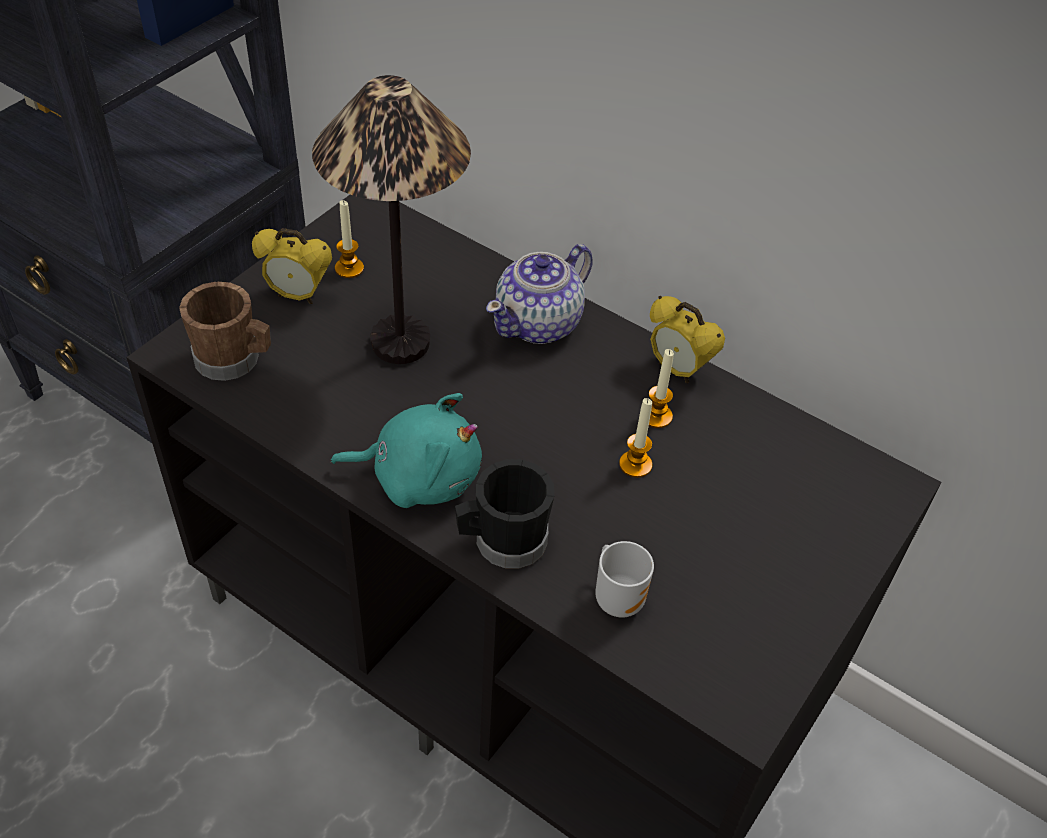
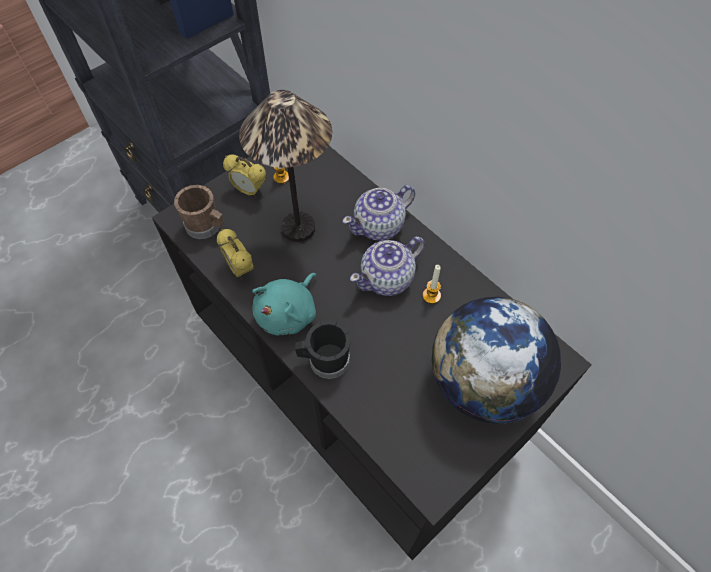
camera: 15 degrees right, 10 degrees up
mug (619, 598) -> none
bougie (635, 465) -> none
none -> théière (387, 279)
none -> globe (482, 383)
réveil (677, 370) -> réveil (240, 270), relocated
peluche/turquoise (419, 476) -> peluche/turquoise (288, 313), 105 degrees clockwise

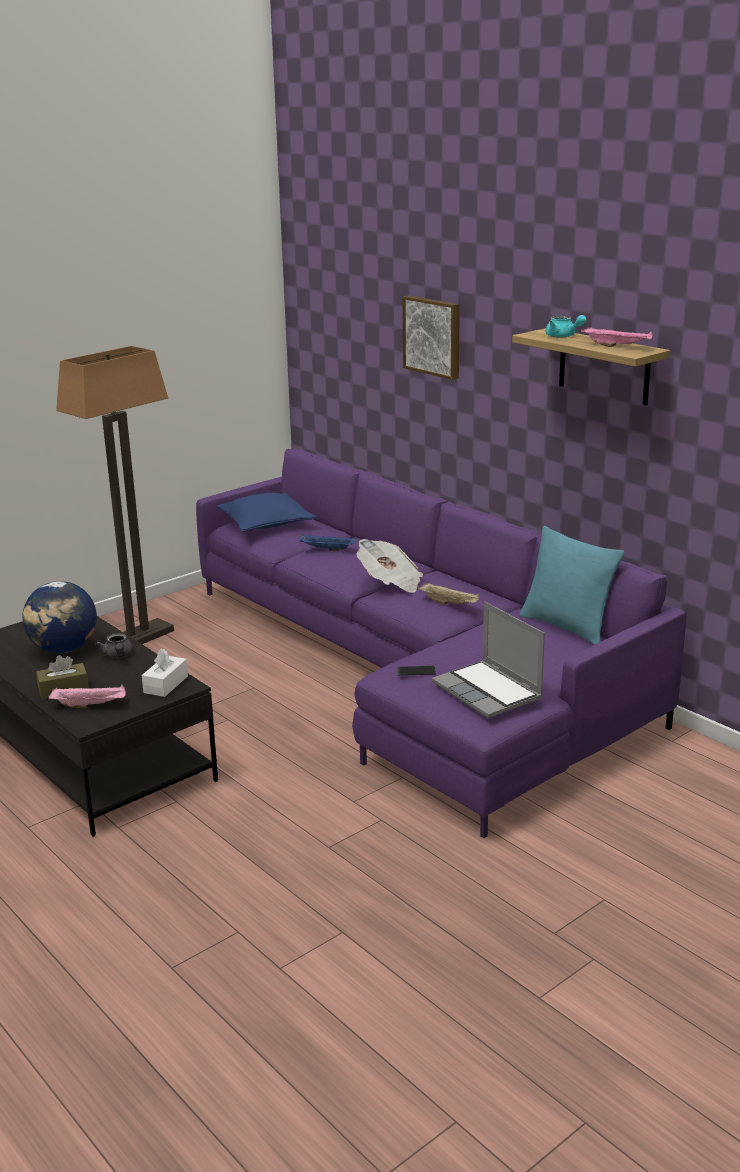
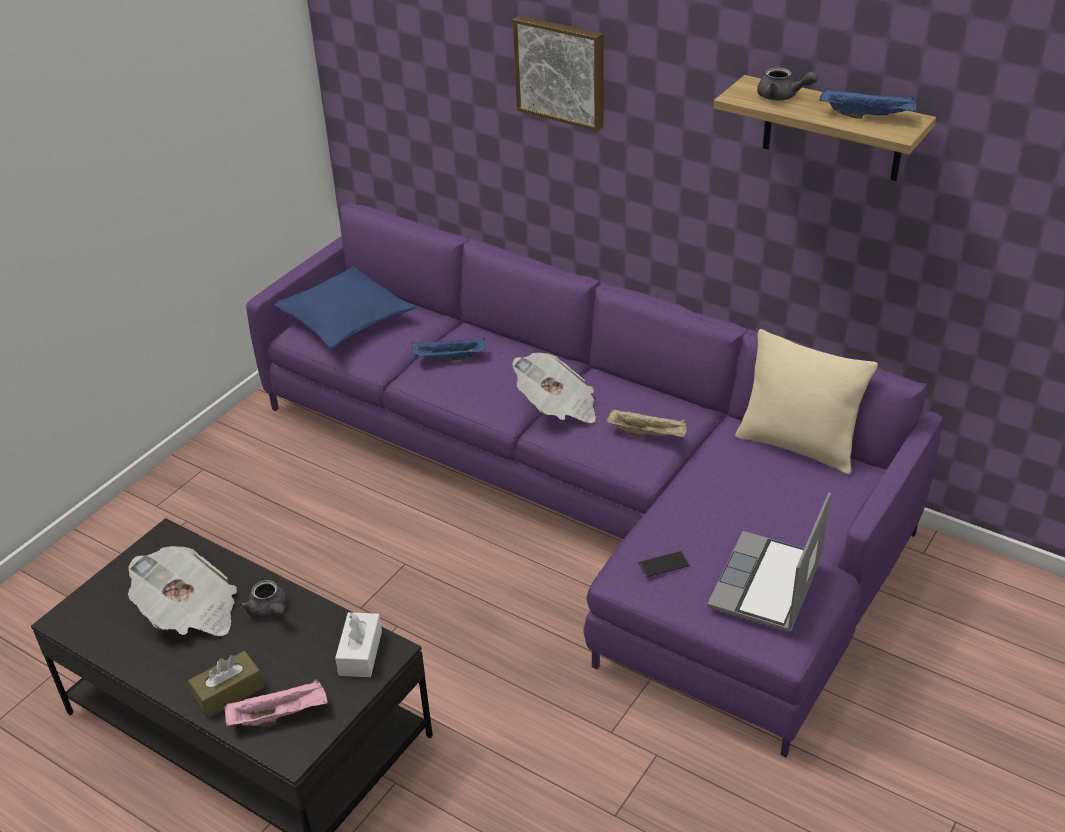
camera: 15 degrees left, 15 degrees up
lampadaire (138, 638) -> none
globe (64, 649) -> journal (190, 612)
coussin/turquoise (566, 626) -> coussin/beige (797, 446)
théière/turquoise (563, 336) -> théière/gris (782, 97)
plateau/rose (617, 346) -> plateau/bleu (867, 116)
ordinateur portable (488, 691) -> ordinateur portable (767, 585), 75 degrees clockwise

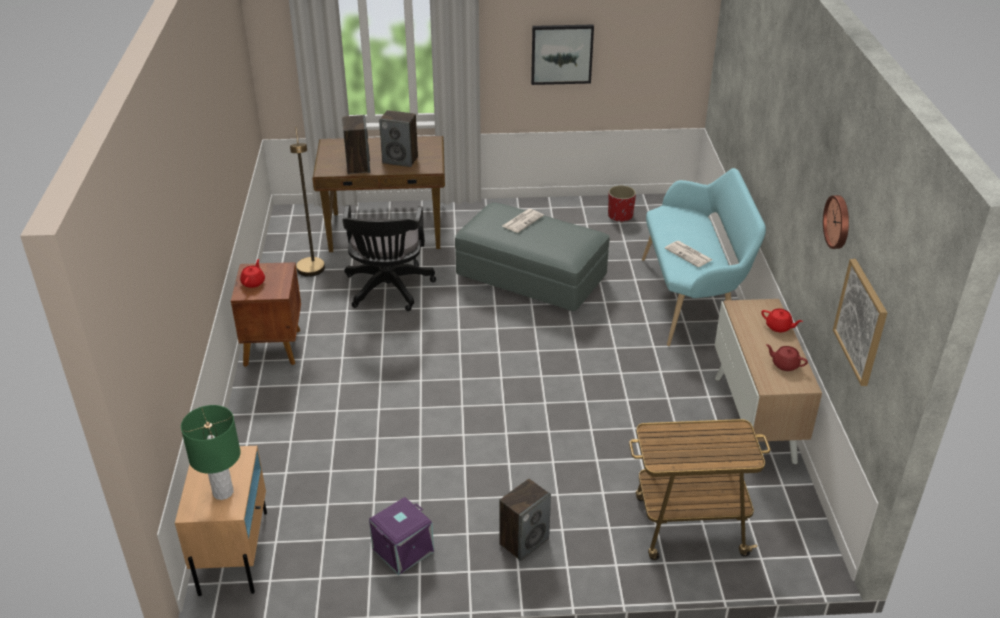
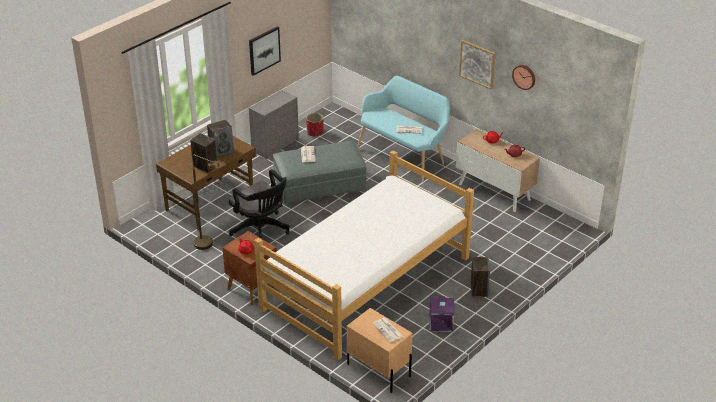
camera: 45 degrees left, 0 degrees up
chariot (687, 526) -> none
none -> commode/gris (275, 145)
none -> lit (366, 283)
tableau (861, 321) -> tableau (477, 64), relocated
lampe de table/vert (223, 492) -> journal (388, 330)

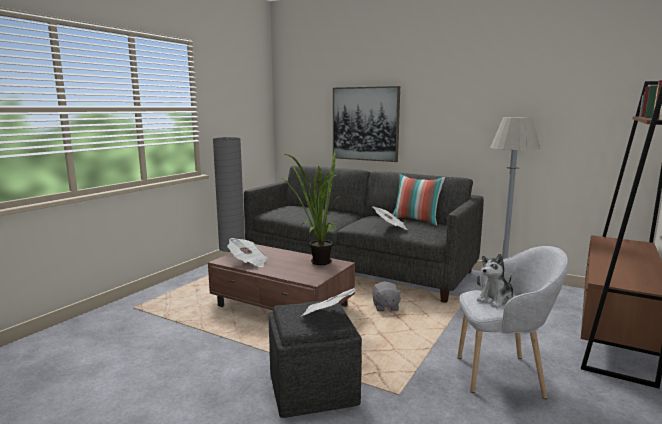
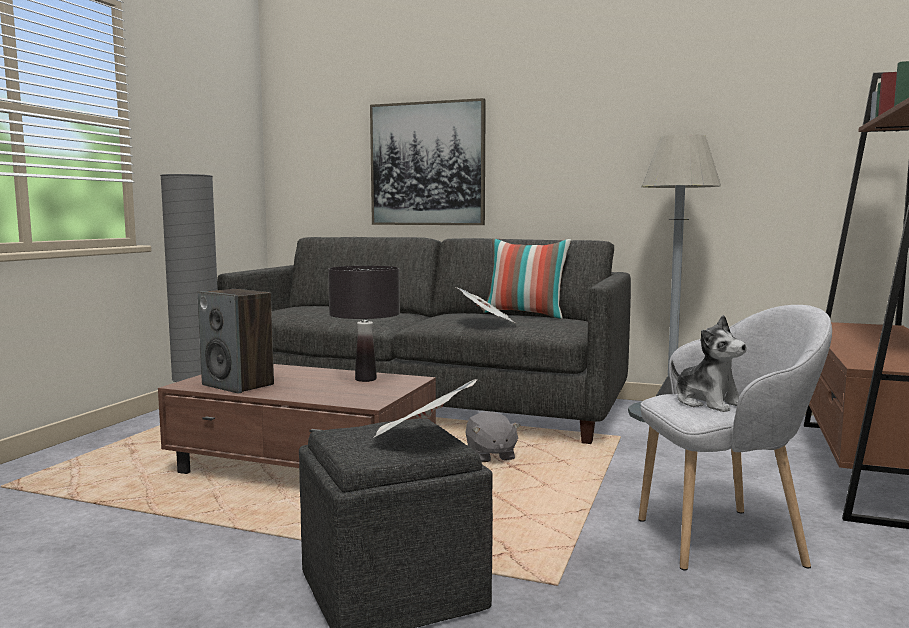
camera: 10 degrees left, 5 degrees down
journal (248, 262) -> enceinte (239, 385)
plante en pot (316, 262) -> lampe de table/noir (365, 379)
peluche (496, 300) -> peluche (708, 402), 75 degrees counterclockwise

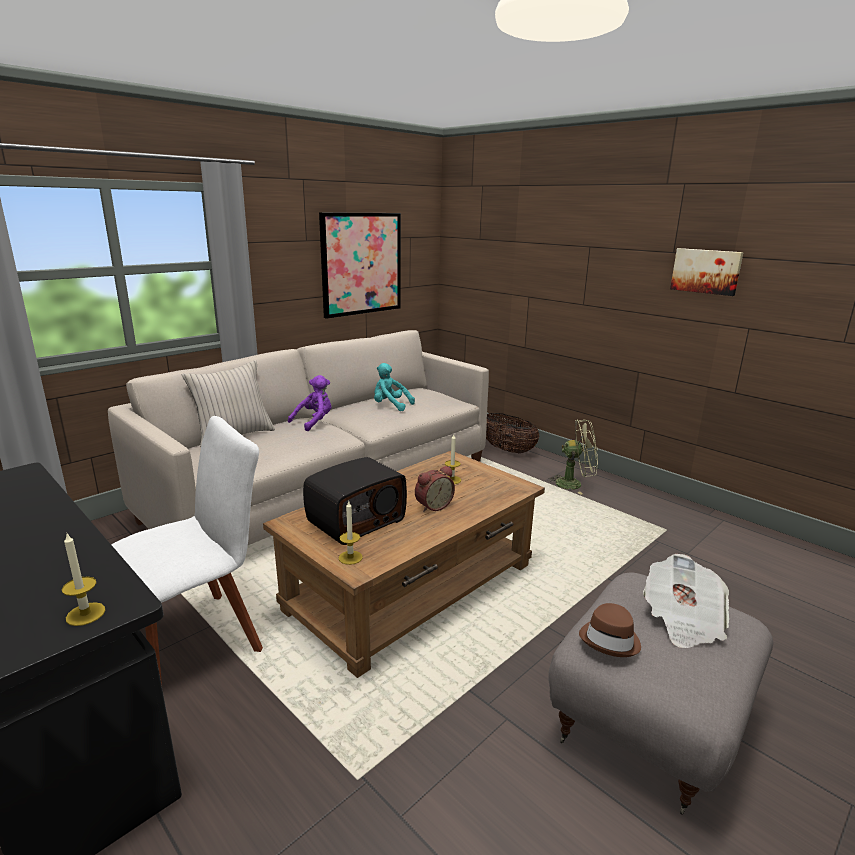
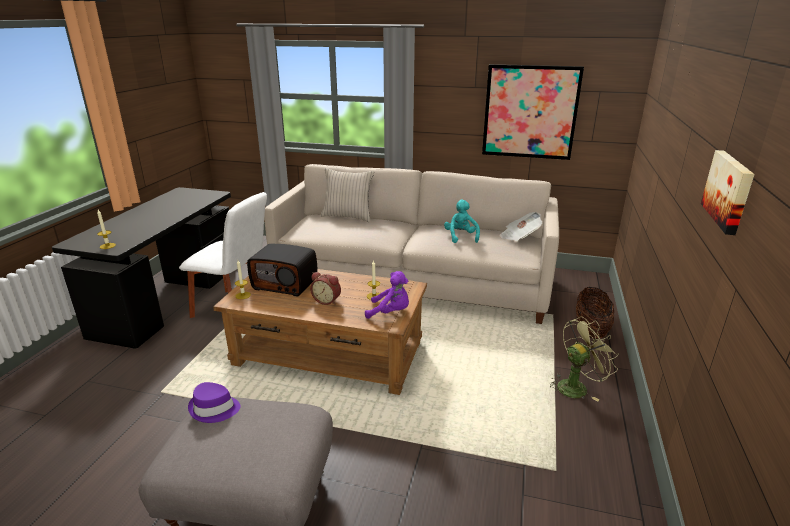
camera: 60 degrees right, 5 degrees up
peluche/violet (314, 422) -> peluche/violet (390, 312), relocated
journal (682, 620) -> journal (519, 236), relocated
chapeau/marron (610, 639) -> chapeau/violet (214, 409)
ventilateur/vert (574, 484) -> ventilateur/vert (576, 386), 90 degrees counterclockwise

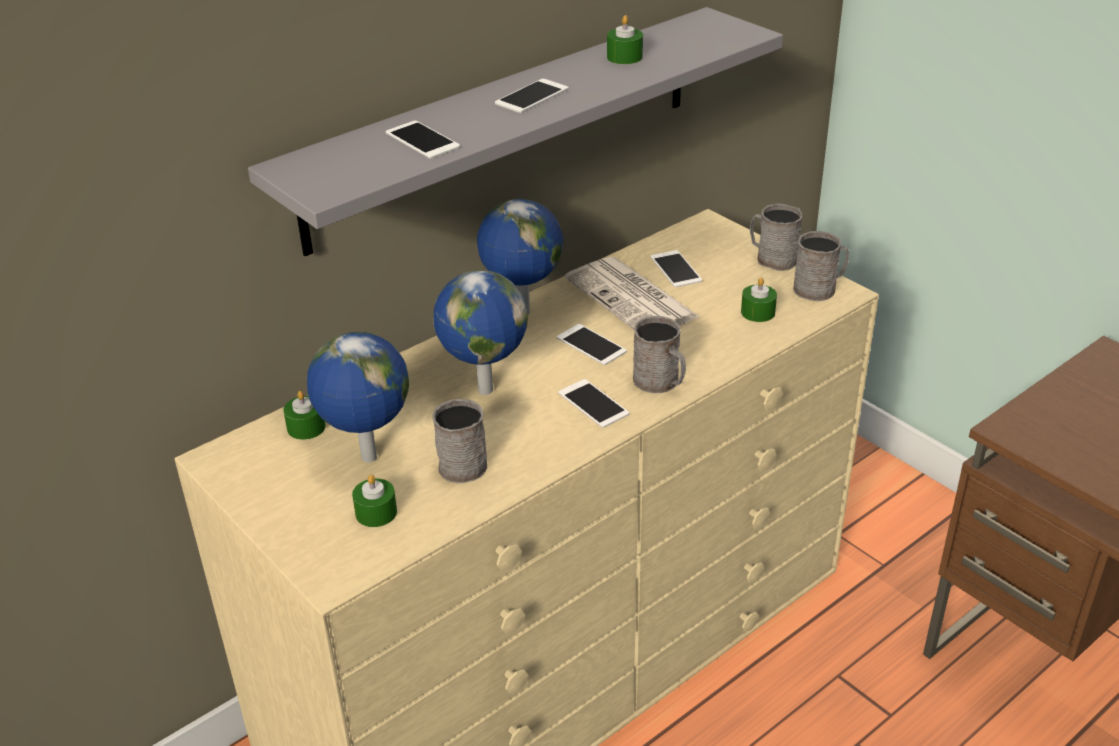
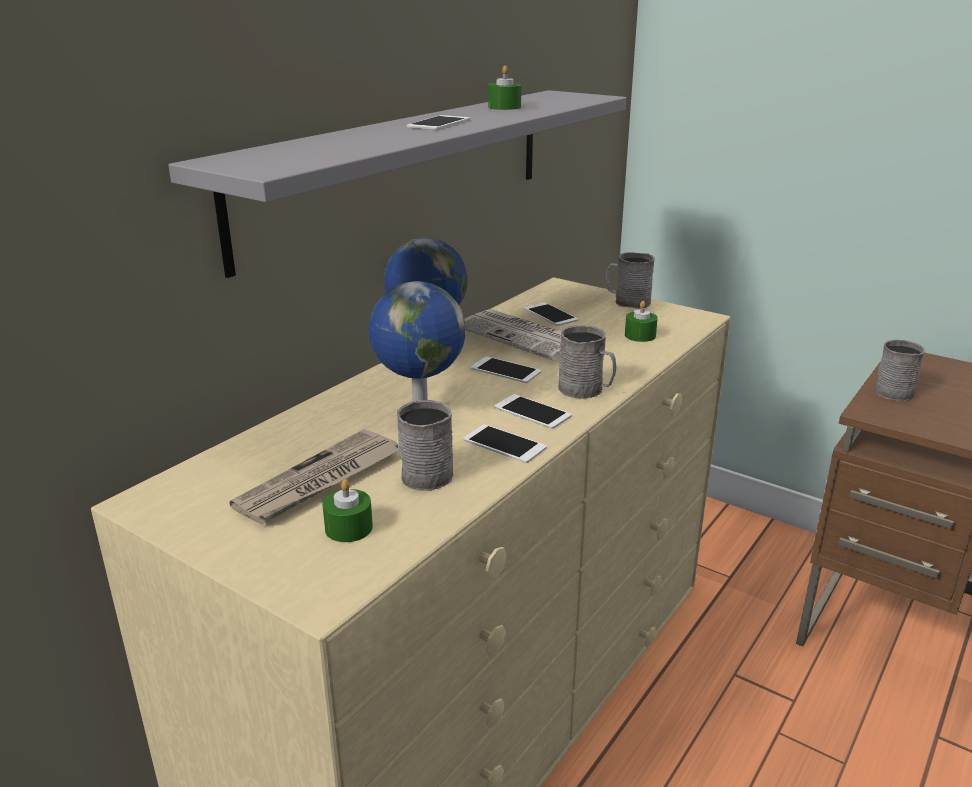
camera: 15 degrees left, 10 degrees down
bougie/vert (306, 427) -> none
téléphone (422, 140) -> téléphone (504, 444), relocated
mug/gris (820, 288) -> mug/gris (897, 391), relocated
globe (368, 458) -> journal (320, 481)

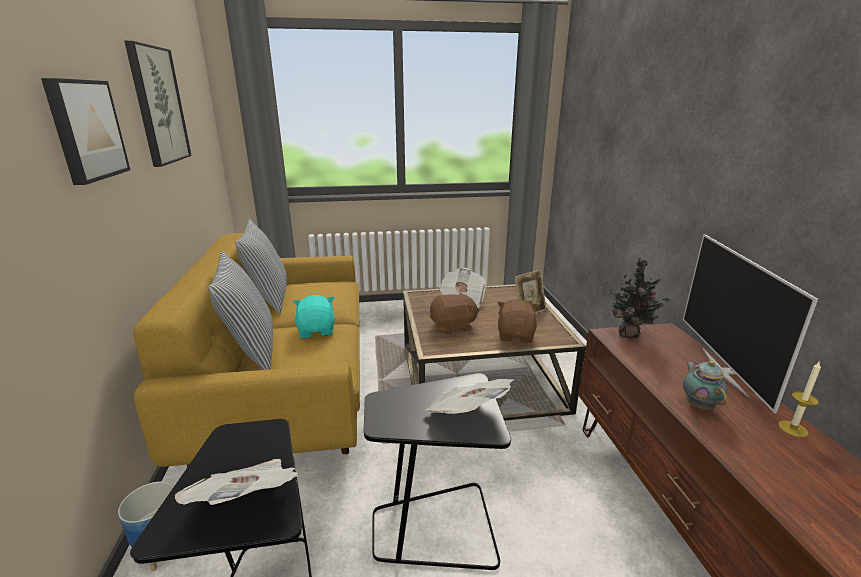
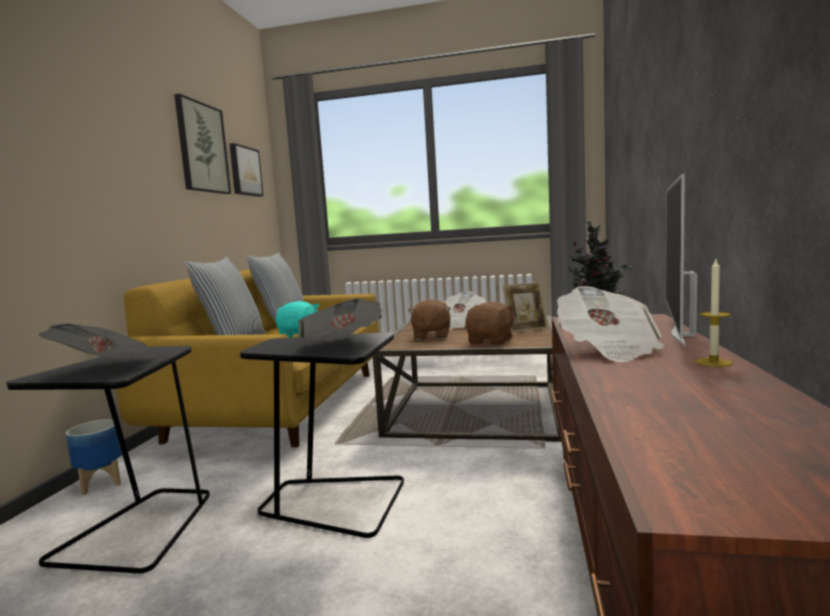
camera: 20 degrees right, 15 degrees down
tableau (85, 130) -> tableau (244, 171), relocated
théière (698, 405) -> journal (608, 349)
peluche/marron (453, 327) -> peluche/marron (431, 336), 90 degrees clockwise

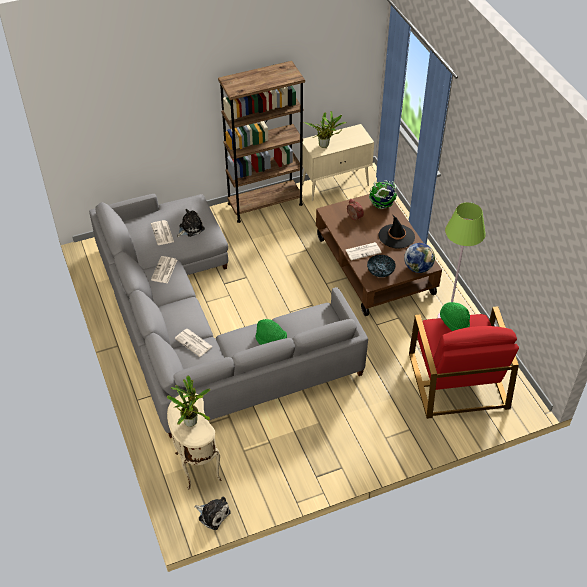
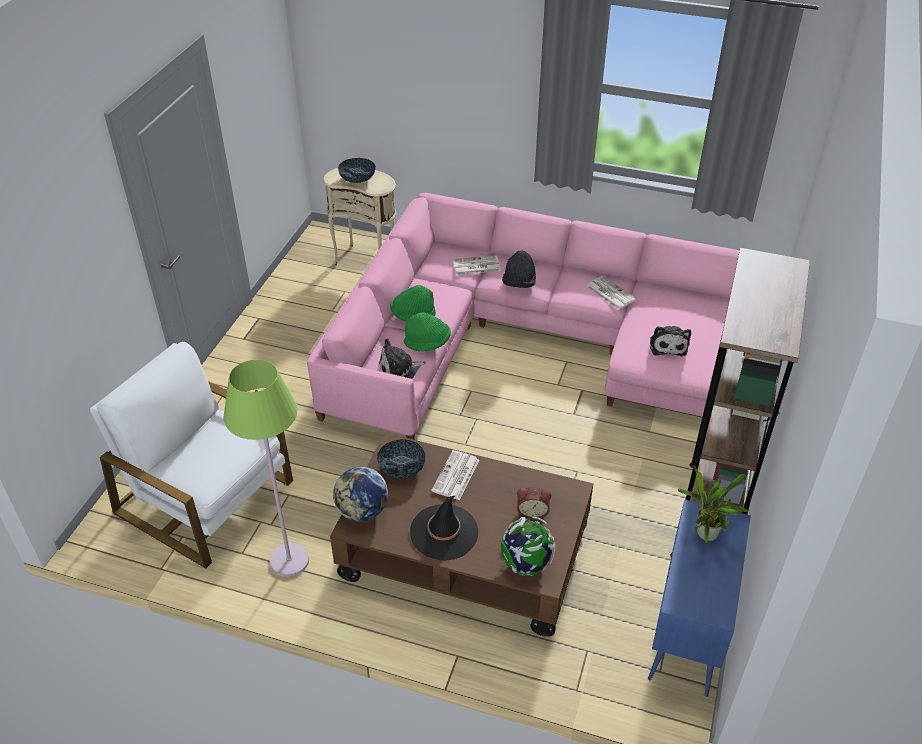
camera: 130 degrees right, 5 degrees down
journal (162, 233) -> none
none -> chapeau/noir (519, 283)
peluche (213, 514) -> peluche (399, 369), relocated
chapeau/vert (454, 322) -> chapeau/vert (427, 343), relocated
plante en pot (191, 420) -> bol (357, 179)
canapé/gris (202, 325) -> canapé/rose (533, 341)
meuble de rangement/beige (335, 184) -> meuble de rangement/bleu (687, 633)
fauteuil/rouge (457, 379) -> fauteuil/blanc (206, 496)

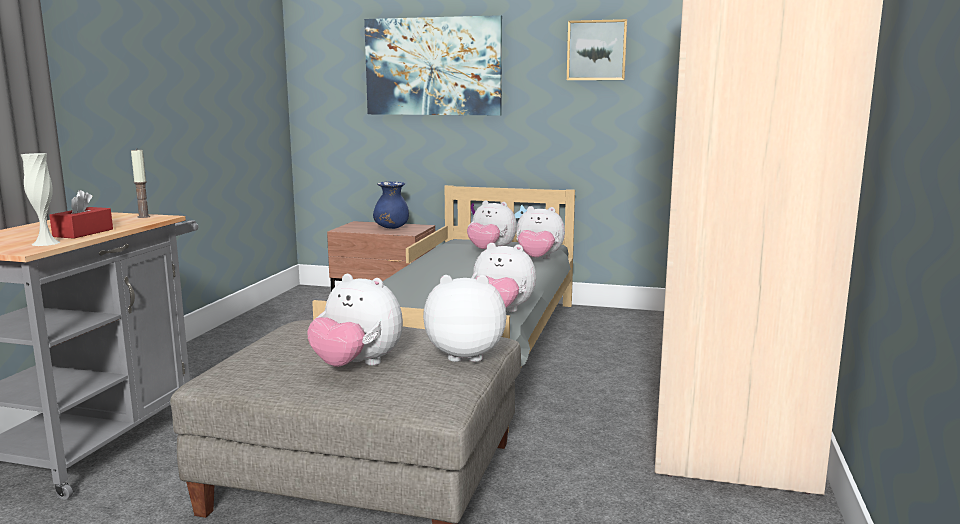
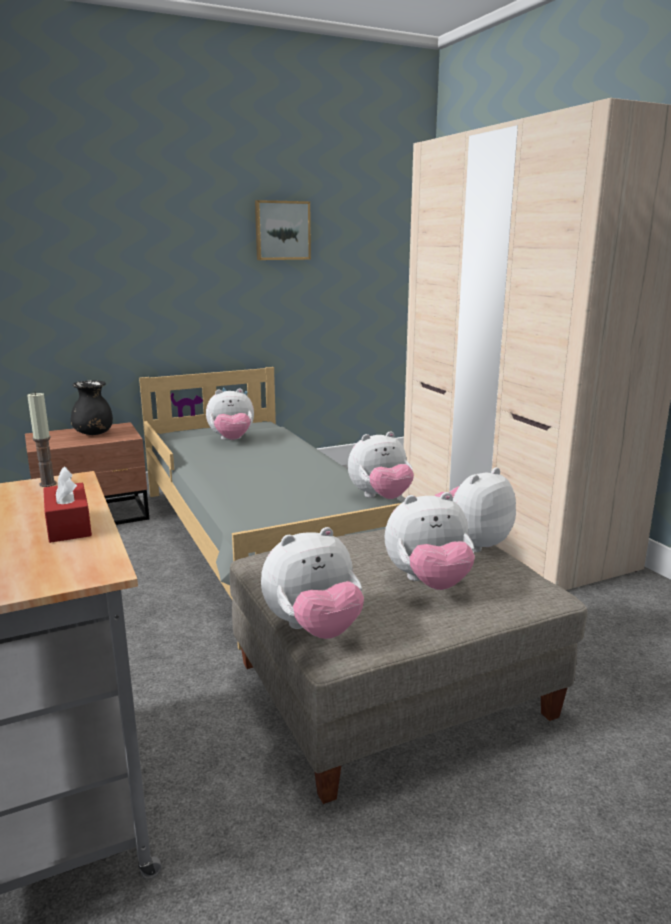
camera: 40 degrees left, 5 degrees up
vase/blanc (46, 243) -> none
tableau (433, 66) -> none
peluche (538, 259) -> peluche (314, 629), relocated
vase/bleu (391, 228) -> vase/noir (94, 434)

